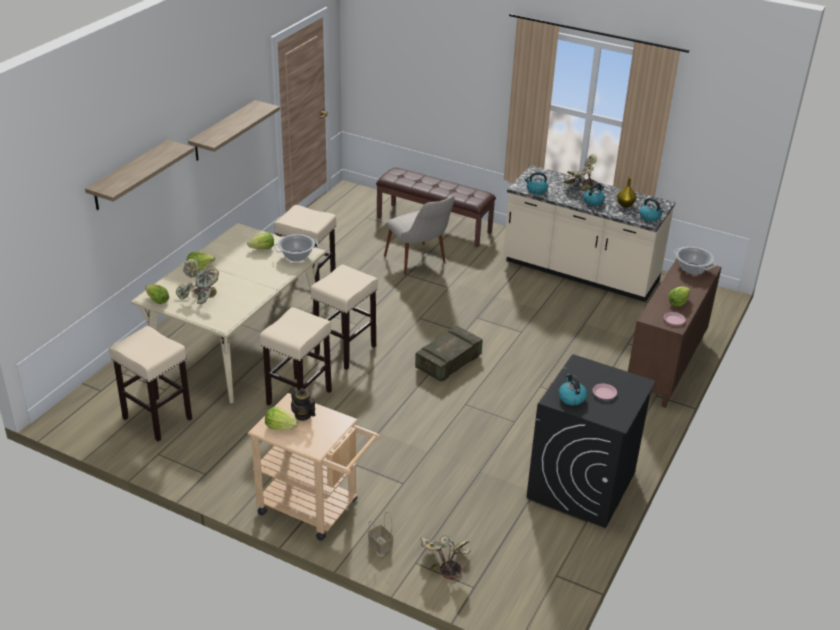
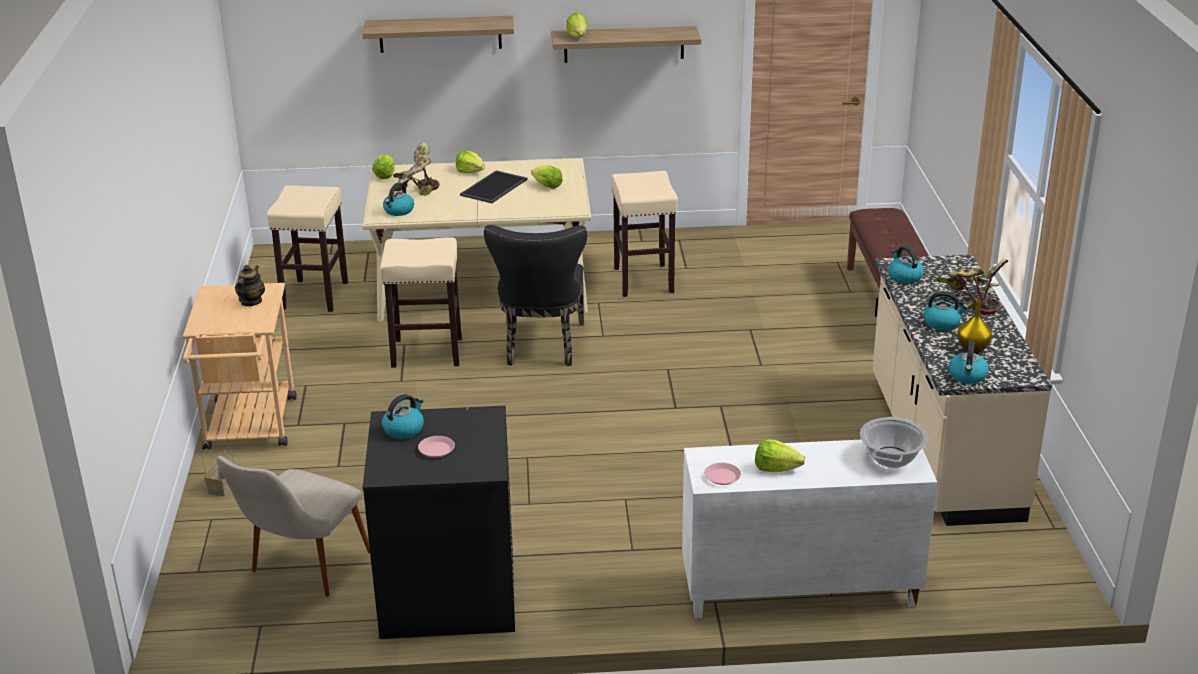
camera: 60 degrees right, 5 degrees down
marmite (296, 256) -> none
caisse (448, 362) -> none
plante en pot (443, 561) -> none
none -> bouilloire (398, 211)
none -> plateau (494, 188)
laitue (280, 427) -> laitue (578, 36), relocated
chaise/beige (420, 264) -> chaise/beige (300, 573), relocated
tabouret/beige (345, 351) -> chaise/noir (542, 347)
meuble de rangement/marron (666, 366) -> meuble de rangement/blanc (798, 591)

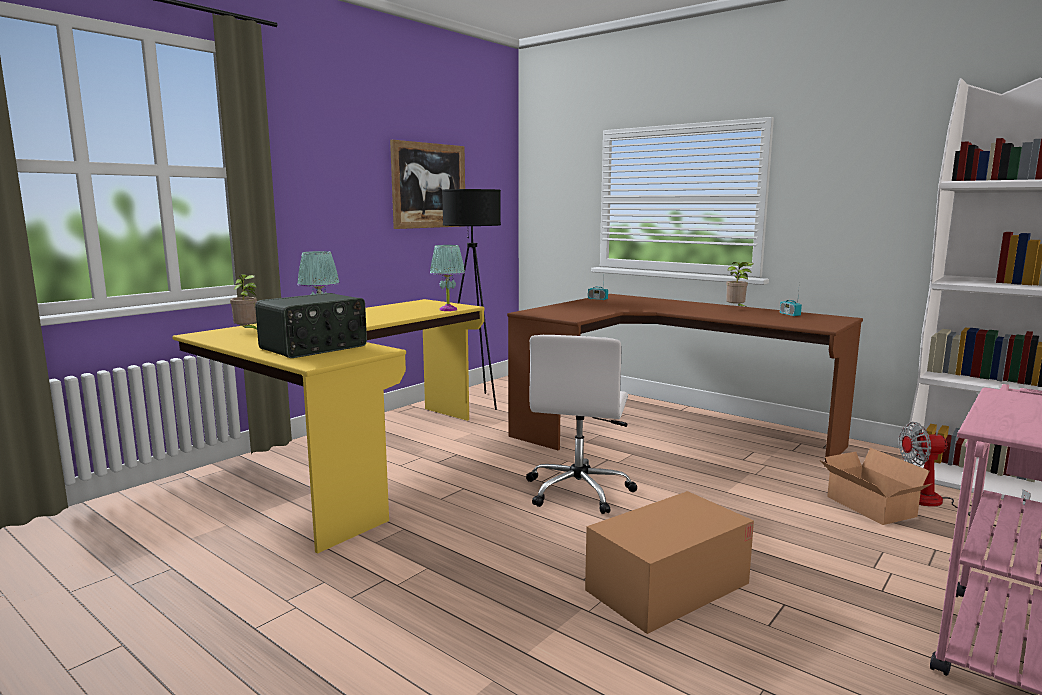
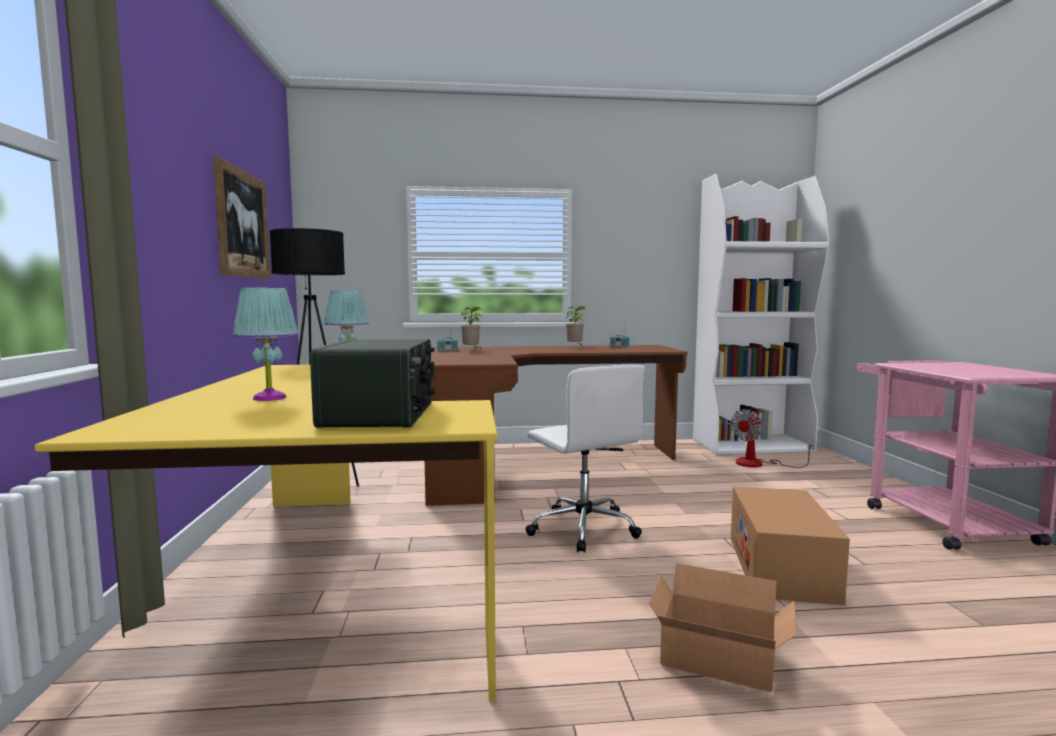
camera: 45 degrees left, 5 degrees down
plante en pot (247, 331) -> plante en pot (472, 350), relocated
carton (869, 508) -> carton (720, 661), relocated

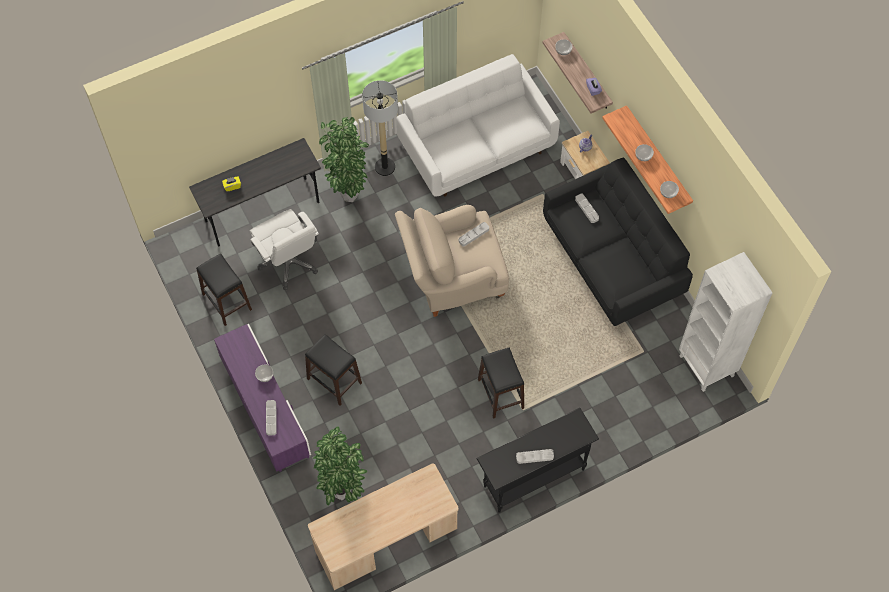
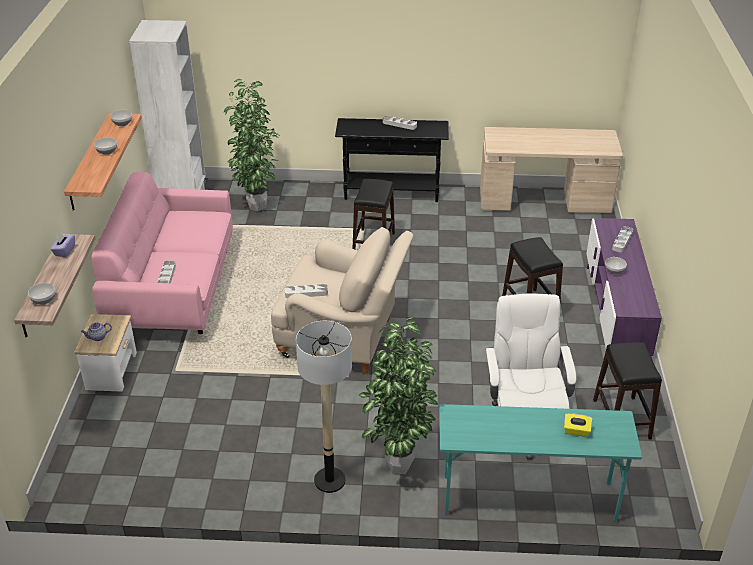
camera: 150 degrees left, 25 degrees down
canapé/blanc (477, 149) -> none
plante en pot (343, 493) -> plante en pot (256, 205), relocated
bureau/gris (262, 211) -> bureau/turquoise (528, 499)
canapé/noir (611, 261) -> canapé/rose (174, 289)

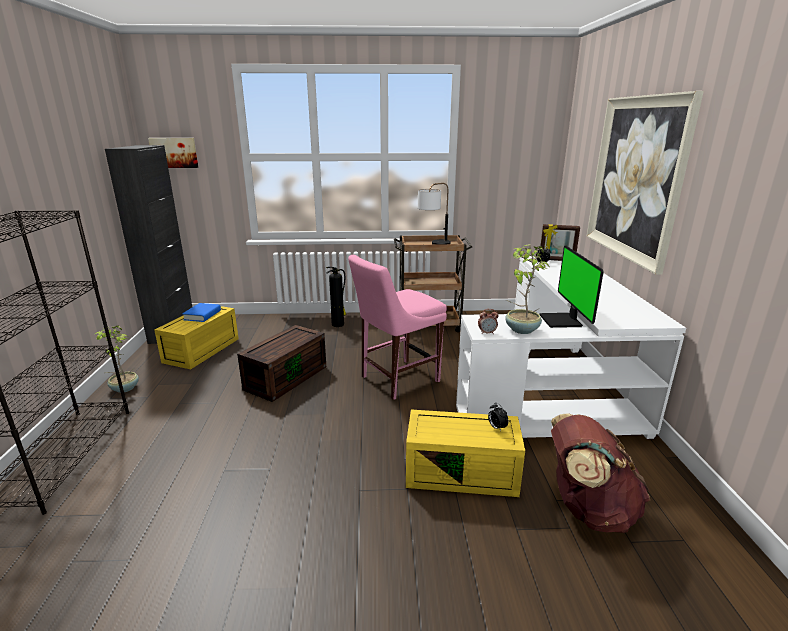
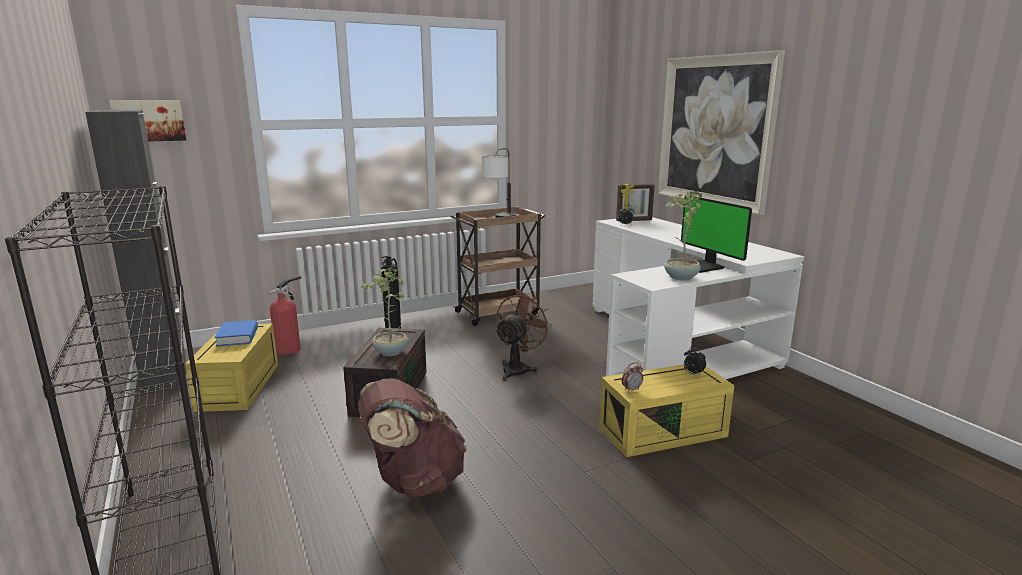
camera: 25 degrees left, 5 degrees down
none -> extincteur (290, 349)
plante en pot (124, 389) -> plante en pot (390, 352), relocated
réveil (487, 333) -> réveil (631, 390), relocated
sac à dos/marron (587, 509) -> sac à dos/marron (413, 482), relocated
chaise/rose (396, 379) -> ventilateur/marron (518, 369)

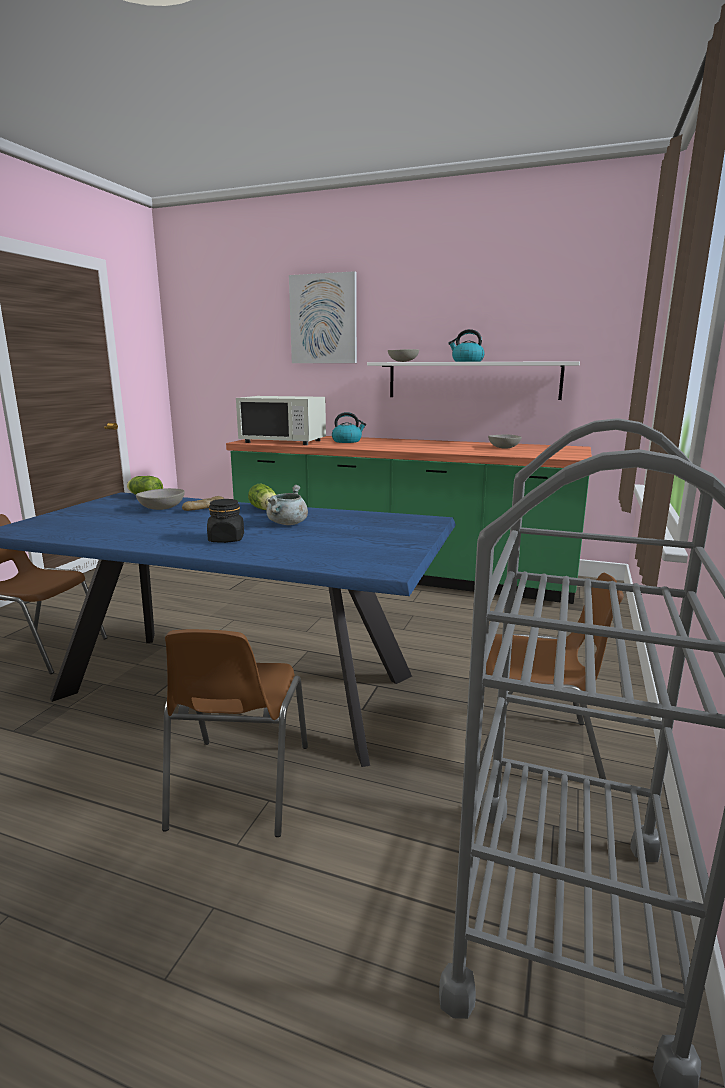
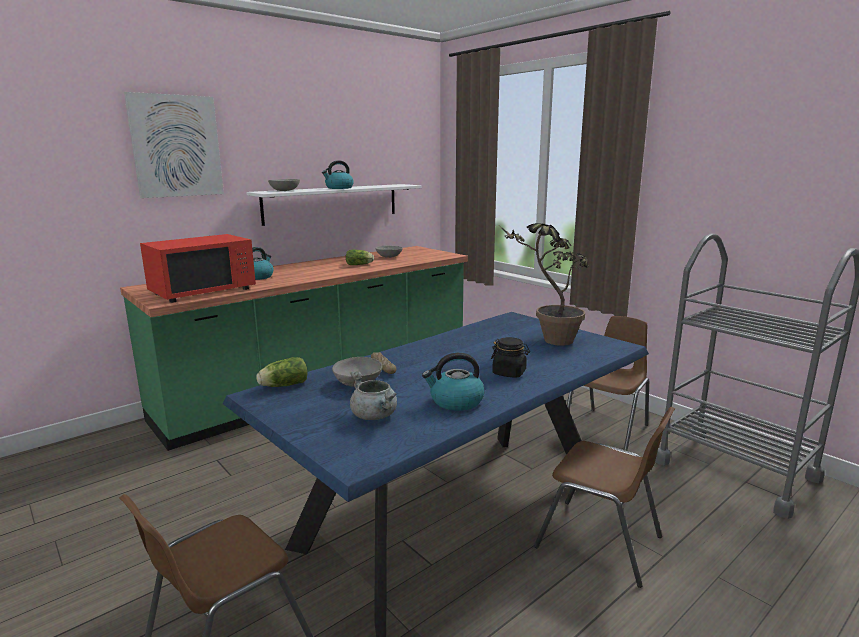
camera: 60 degrees left, 0 degrees up
none -> bouilloire (455, 401)
none -> plante en pot (547, 341)
laitue (265, 510) -> laitue (360, 265), relocated
marmite/gris (287, 524) -> marmite/gris (375, 416), relocated
micro-ondes/blanc (283, 441) -> micro-ondes/rouge (203, 291)

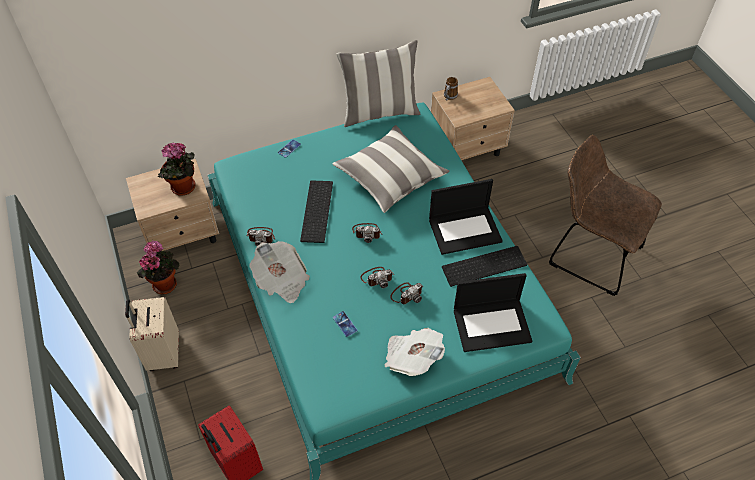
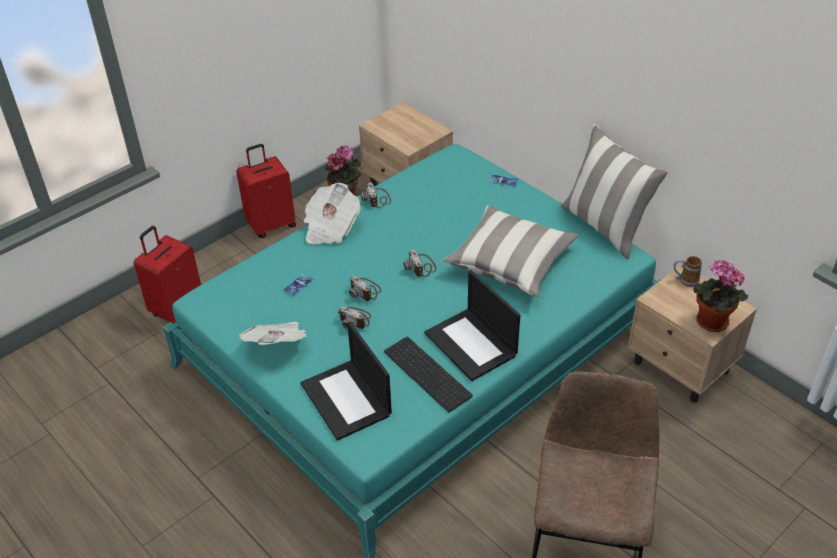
camera: 70 degrees right, 10 degrees down
clavier (318, 212) -> none
plante en pot (183, 189) -> plante en pot (710, 323), relocated
valise/beige (163, 353) -> valise/rouge (271, 225)

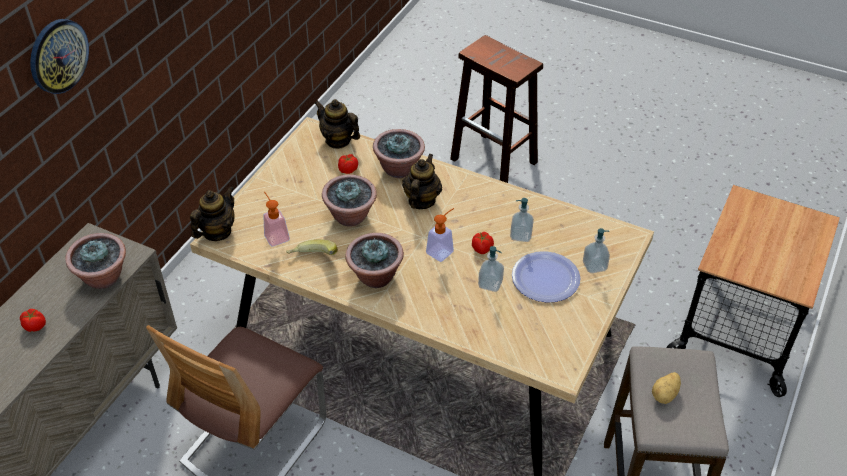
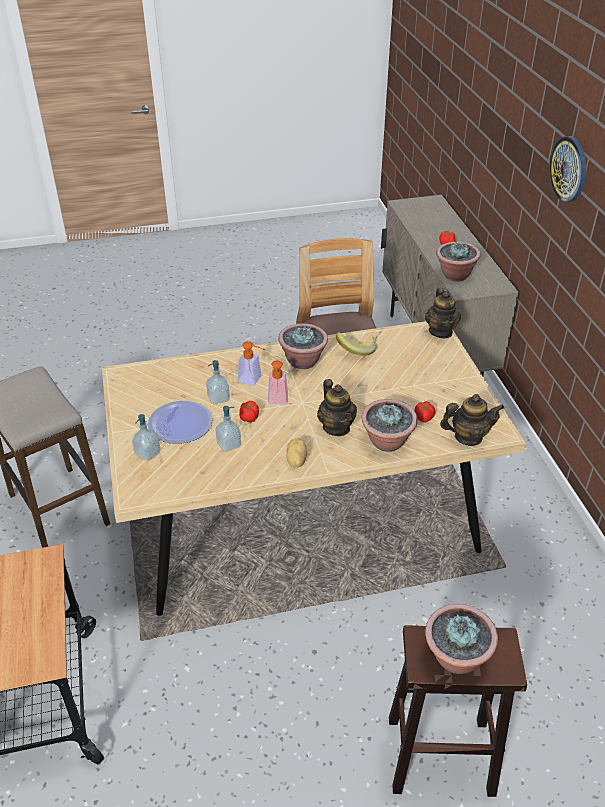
camera: 140 degrees right, 5 degrees down
distributeur de savon (275, 235) -> distributeur de savon (253, 380), relocated
plante en pot (351, 216) -> plante en pot (456, 658), relocated
pomme de terre (665, 395) -> pomme de terre (295, 460), relocated

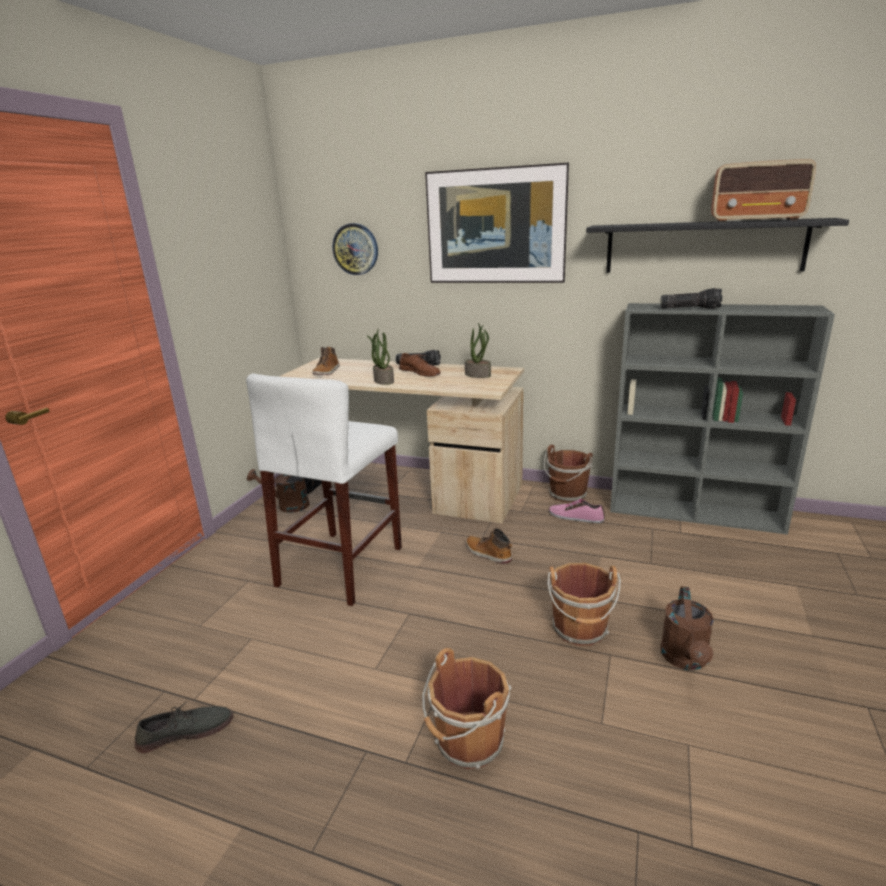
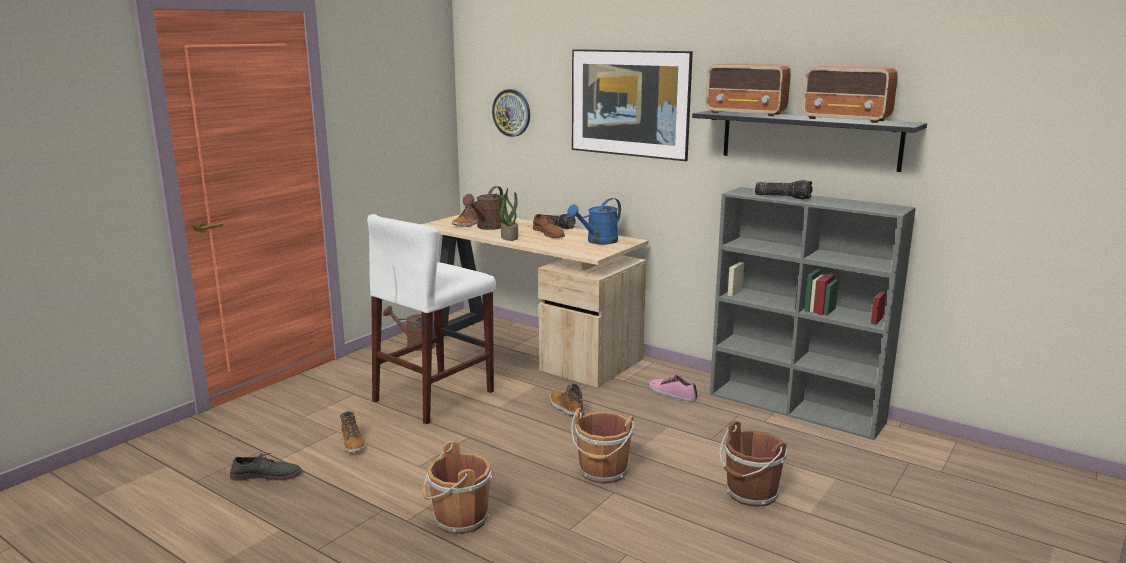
camera: 15 degrees right, 5 degrees down
none -> botte (353, 443)
none -> radio (746, 113)
seau/marron (567, 495) -> seau/marron (750, 494), relocated
arrosoir/marron (685, 660) -> arrosoir/marron (488, 227), relocated
plante en pot (478, 375) -> arrosoir/bleu (598, 241)

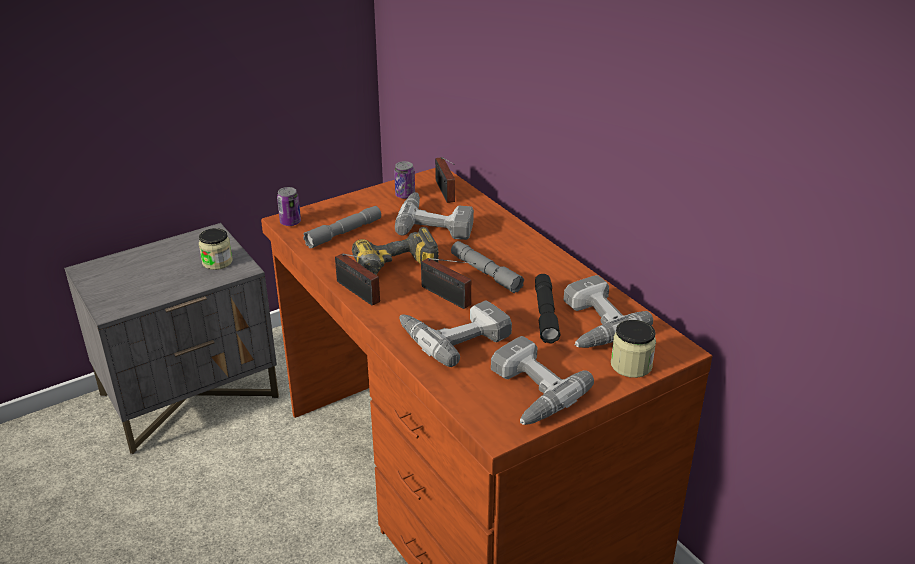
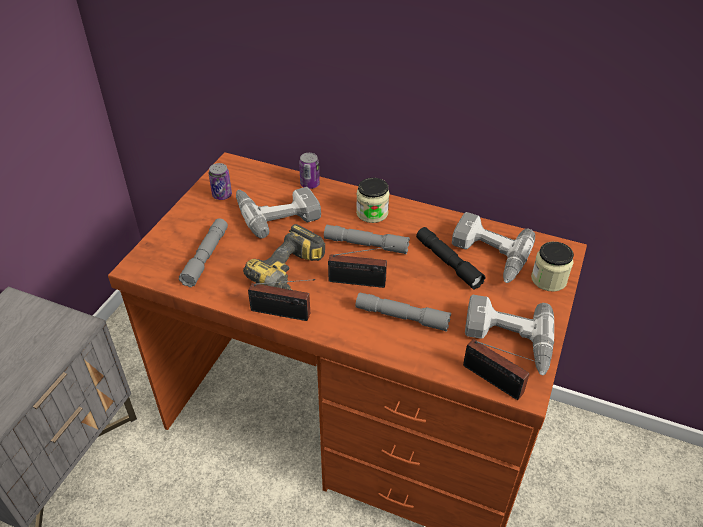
camera: 35 degrees left, 10 degrees up
bocal (217, 262) -> bocal (372, 213), relocated
boîte métallique (290, 222) -> boîte métallique (310, 184), relocated
radio (445, 192) -> radio (495, 382), relocated
perceuse (454, 335) -> lampe de poche/gris (402, 317)

